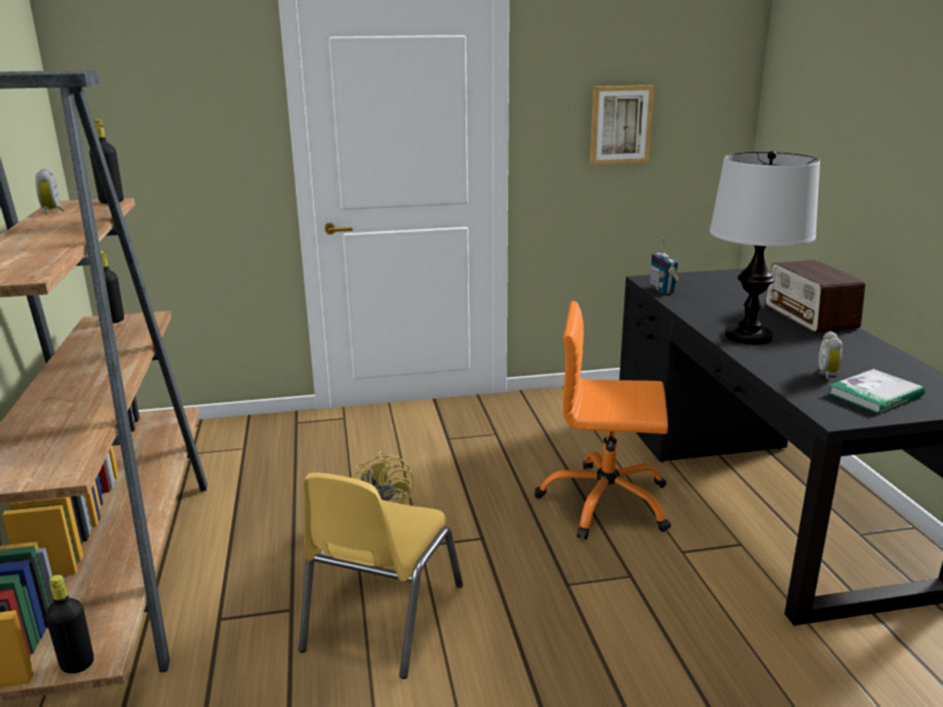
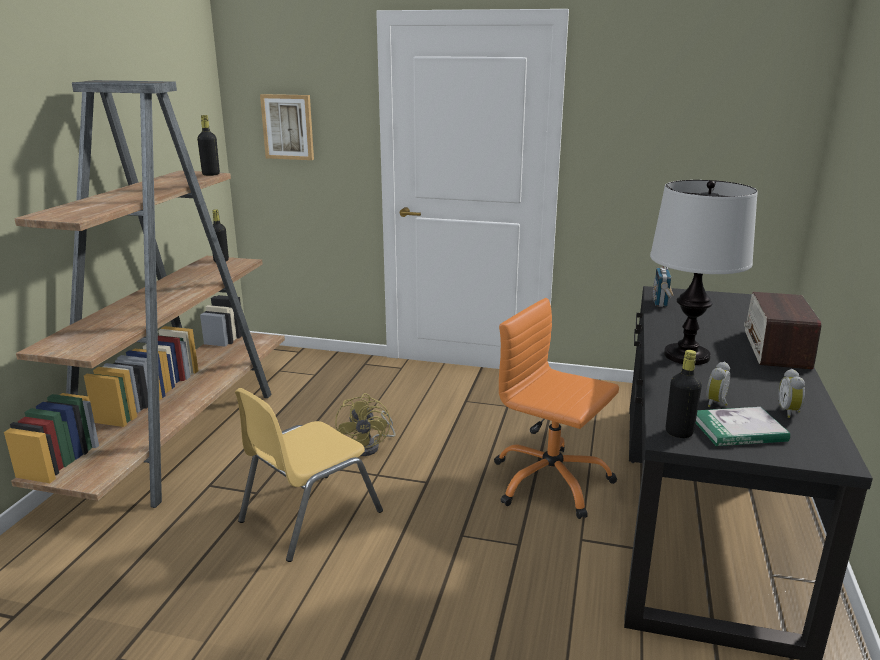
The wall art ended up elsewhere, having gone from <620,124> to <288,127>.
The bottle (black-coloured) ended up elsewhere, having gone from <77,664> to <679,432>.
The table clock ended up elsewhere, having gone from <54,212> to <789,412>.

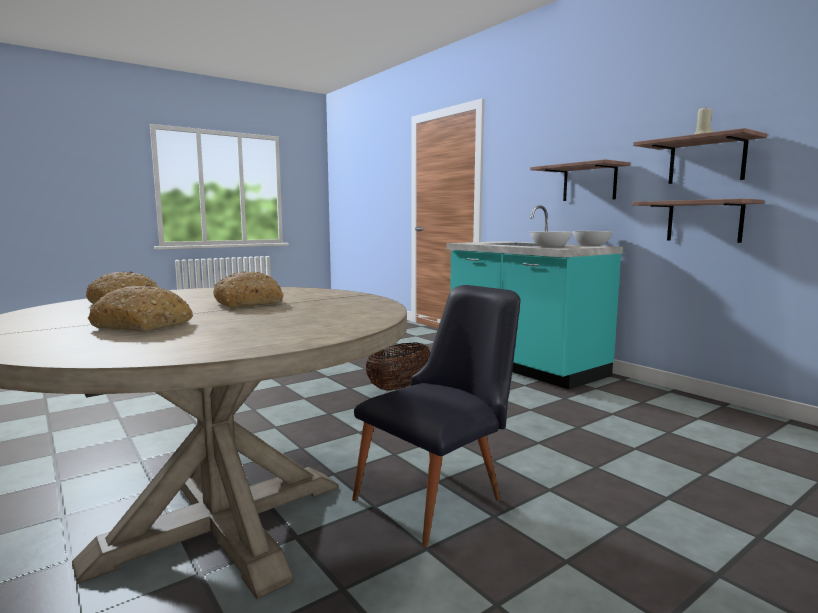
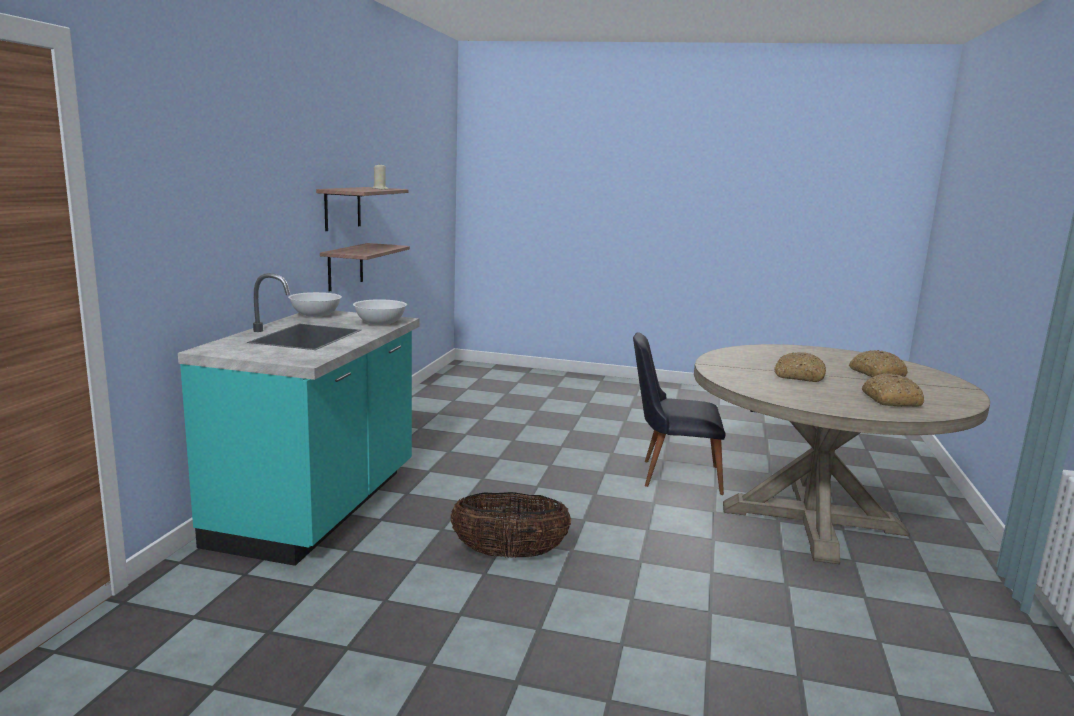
The second view lost the wall shelf at <589,183>.

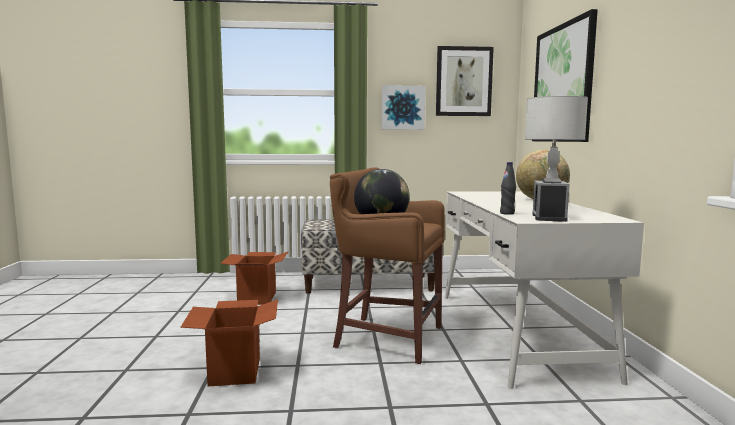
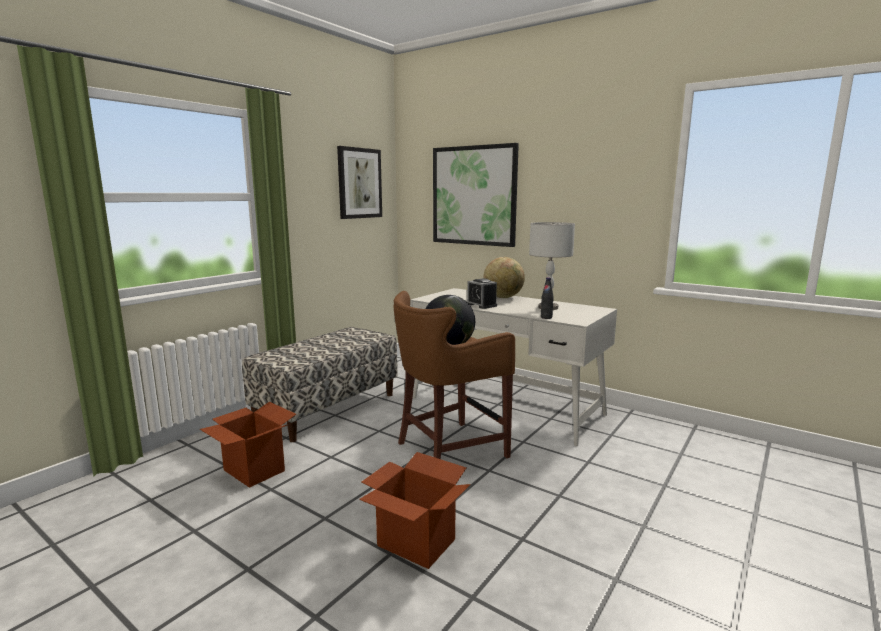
The table clock ended up elsewhere, having gone from <549,217> to <481,305>.
The second view lost the wall art at <402,108>.

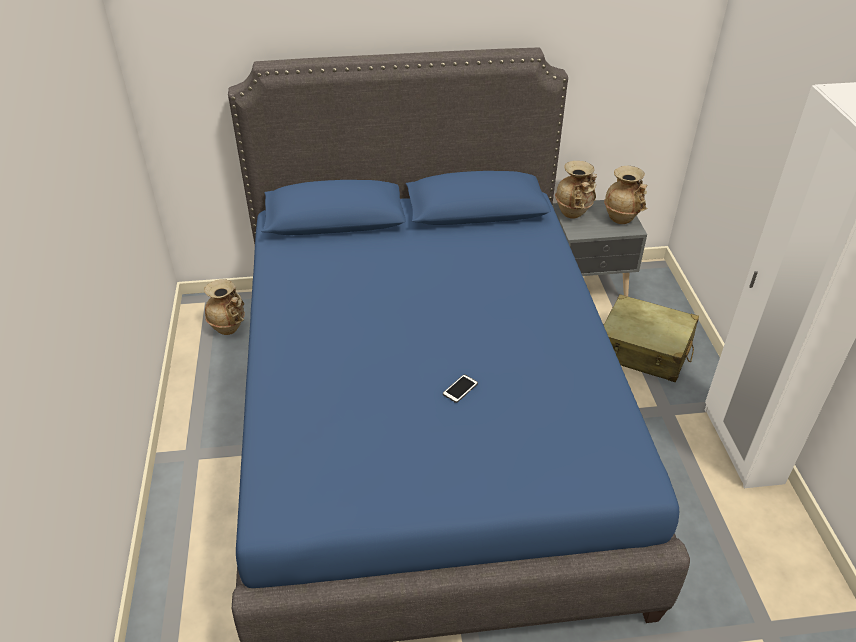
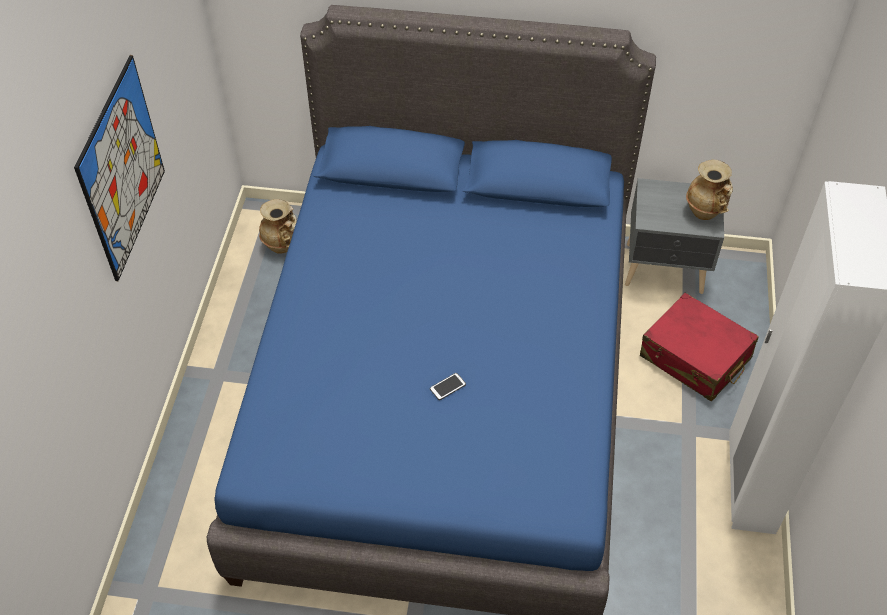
The second view gained the wall art at <122,169>.
What was the travel case (beige-coloured) at <644,350> turned into the travel case (reddish) at <695,357>.
The second view lost the decorative vase (beige-coloured) at <574,213>.

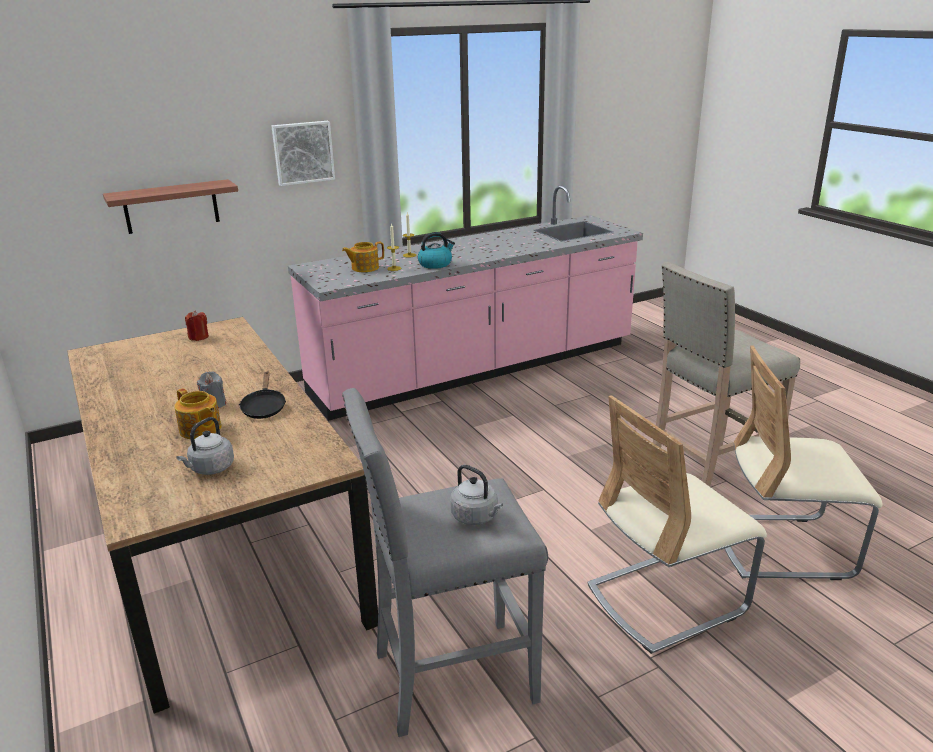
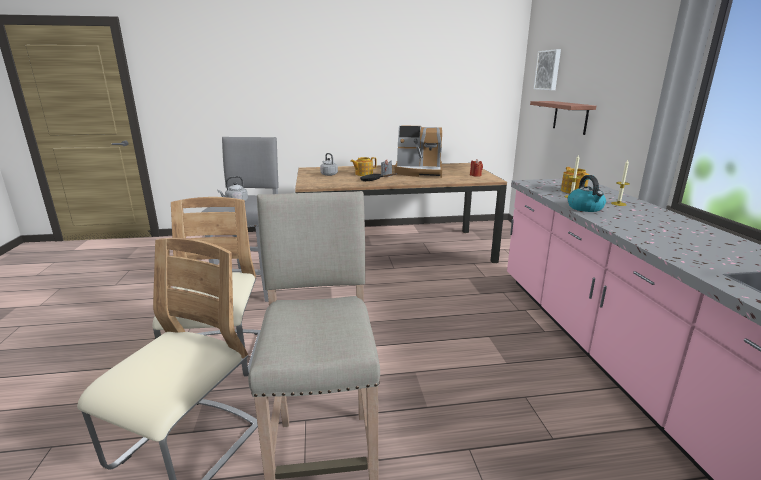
The second view gained the coffee maker at <419,172>.
The wall art ended up elsewhere, having gone from <303,152> to <548,70>.

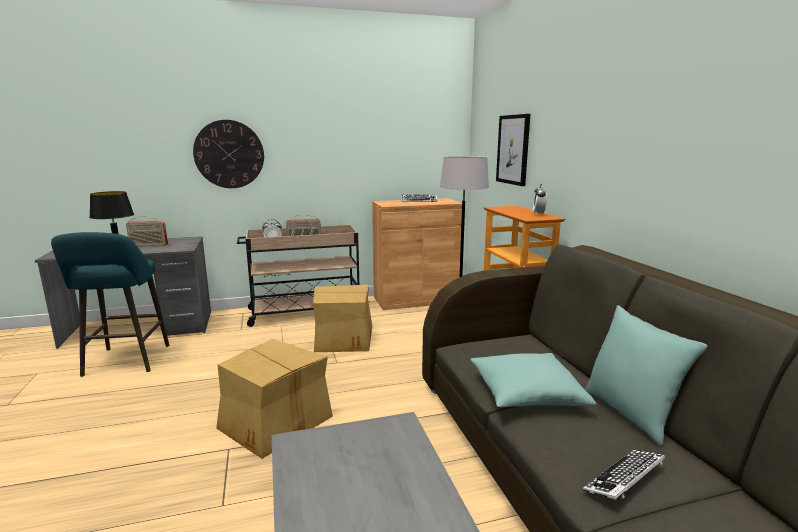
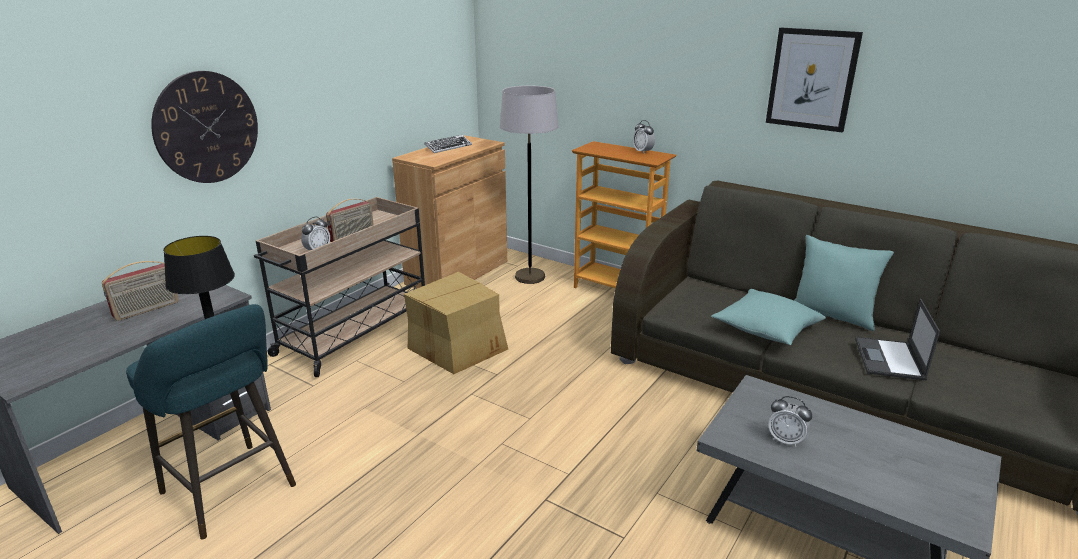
The wall art ended up elsewhere, having gone from <513,149> to <812,79>.
The second view gained the table clock at <785,440>.
Where the computer keyboard stood at <624,479>, the notebook computer came to stand at <889,359>.
The second view lost the cardboard box at <274,422>.

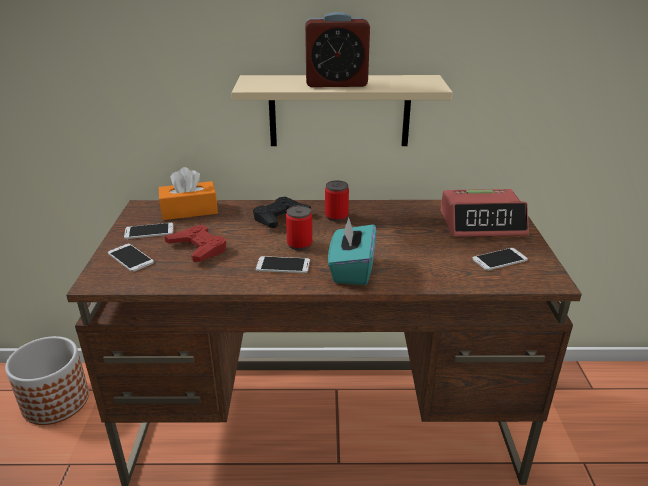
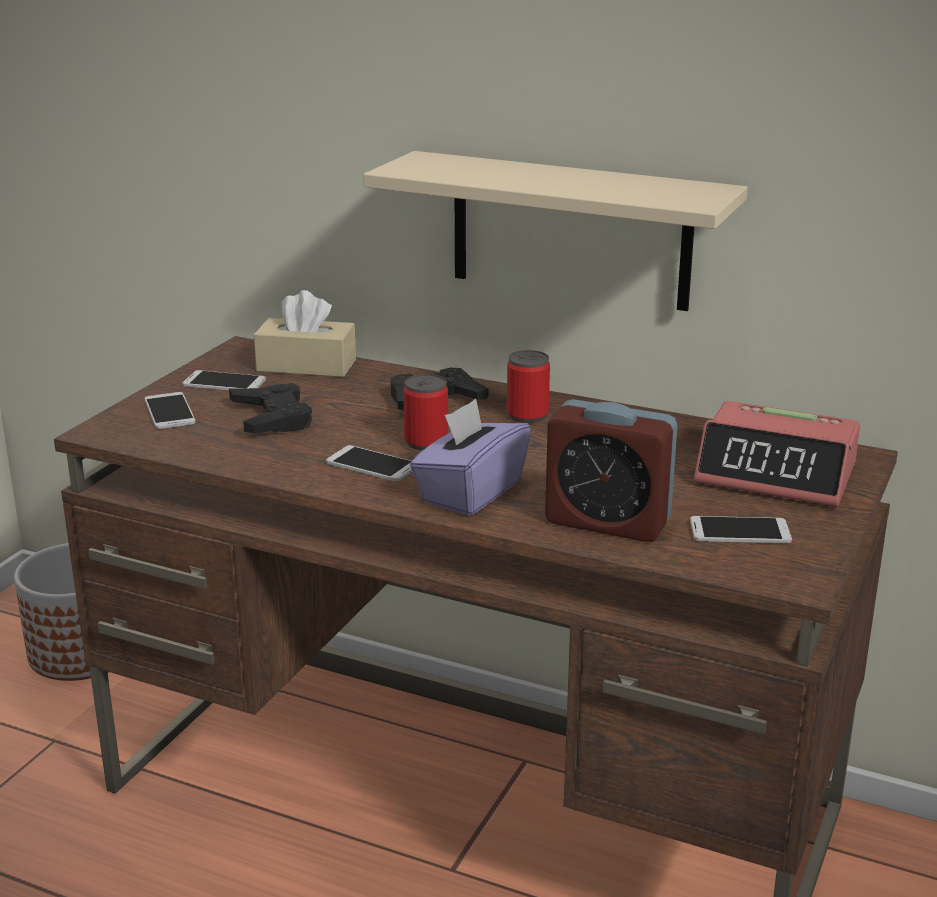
What was the game controller (reddish) at <198,248> turned into the game controller (black-coloured) at <272,418>.
What was the tissue holder (orange) at <189,210> turned into the tissue holder (beige-coloured) at <306,365>.
What was the tissue holder (blue-green) at <351,270> turned into the tissue holder (purple) at <470,492>.
The table clock ended up elsewhere, having gone from <336,83> to <607,522>.

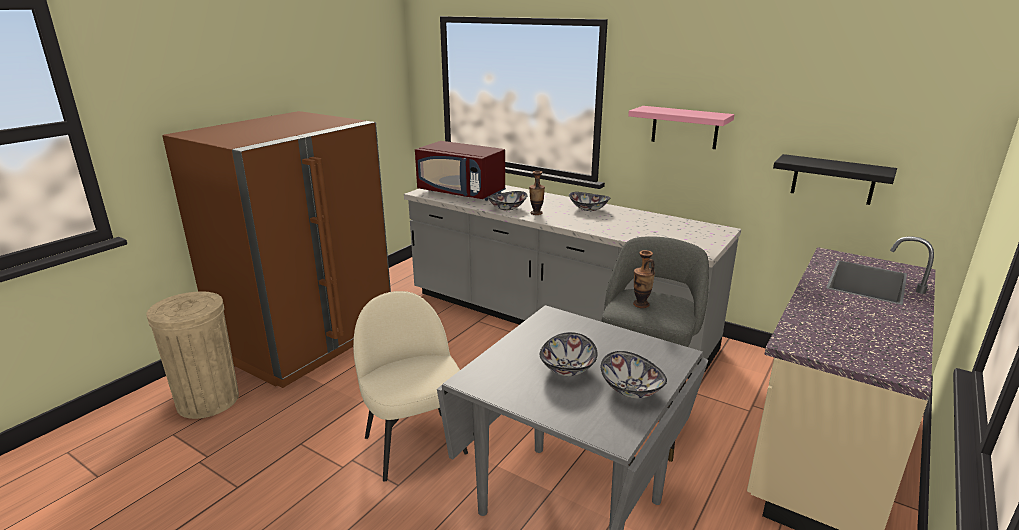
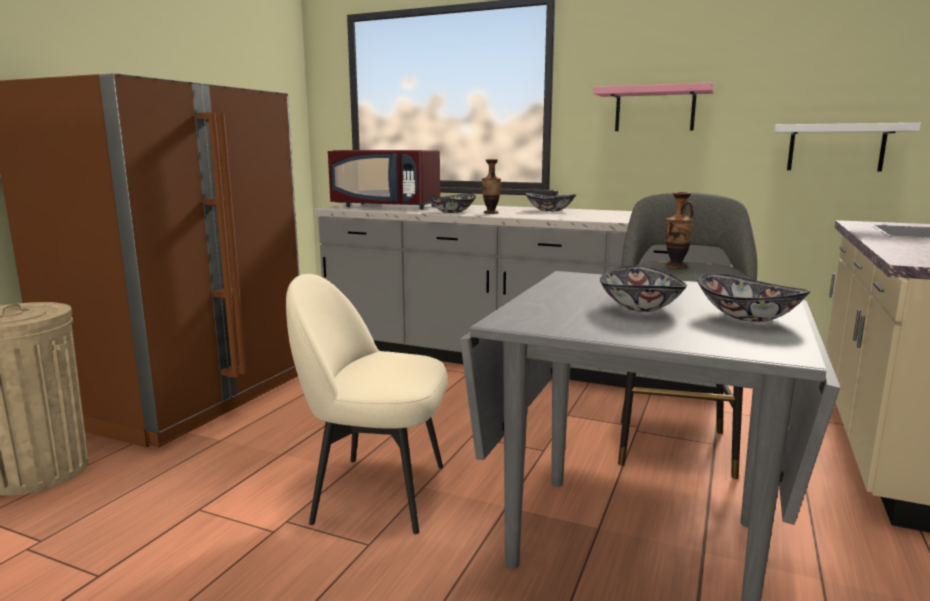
The chair (beige-coloured) at <414,443> ended up facing another way, 45 degrees counterclockwise from before.
What was the wall shelf (black-coloured) at <833,179> turned into the wall shelf (whitish) at <836,148>.

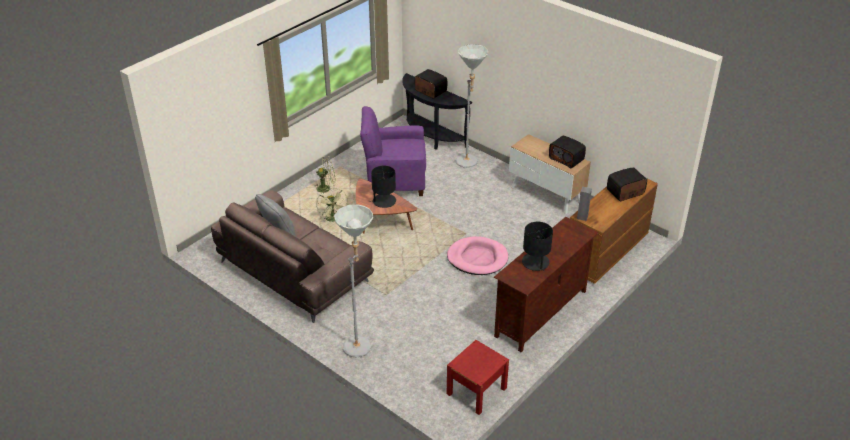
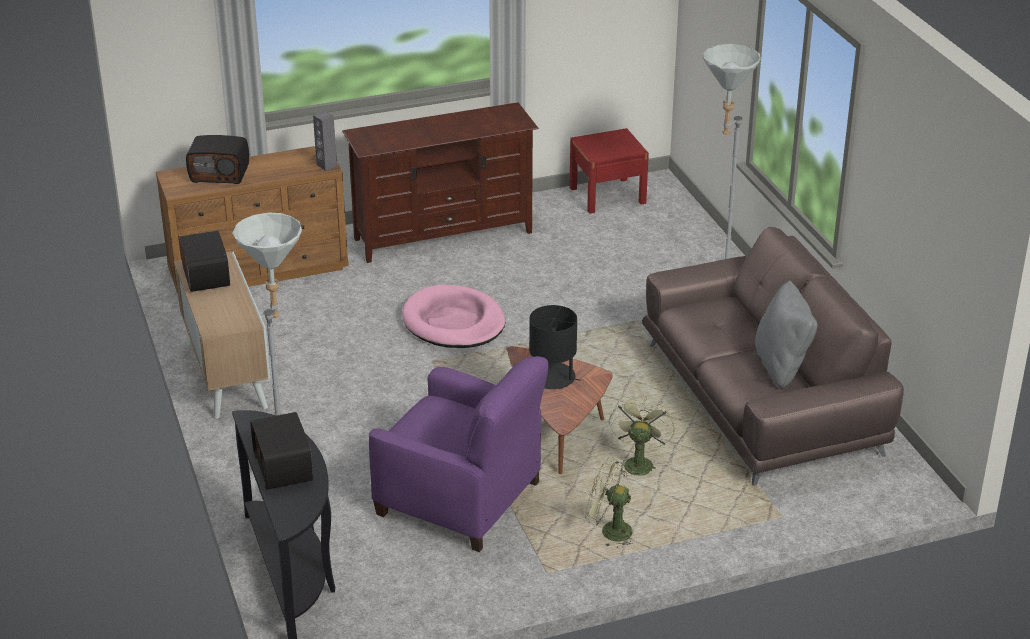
The second view lost the tabletop lamp (black-coloured) at <535,262>.

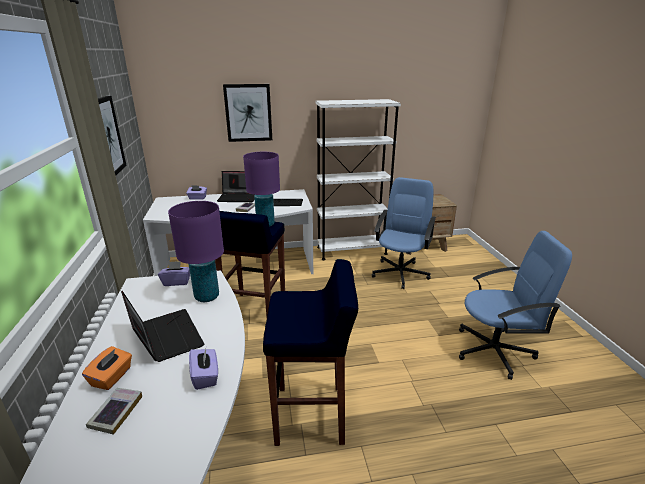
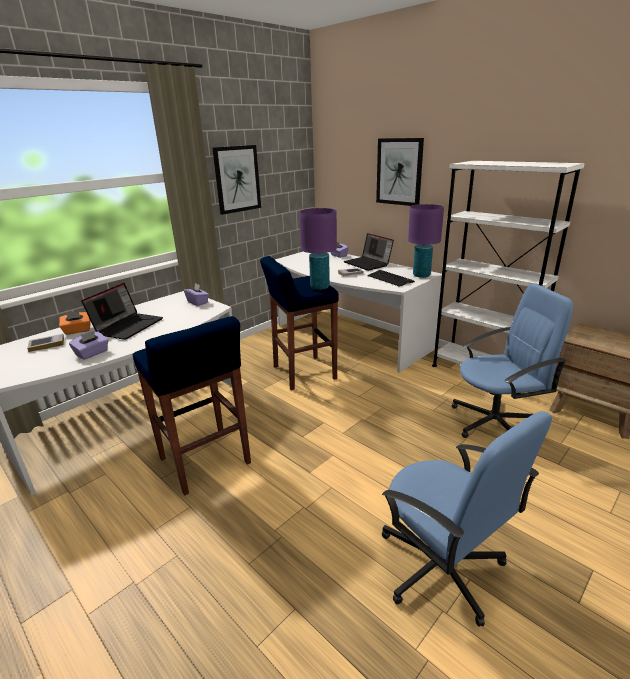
The tabletop lamp (purple) ended up elsewhere, having gone from <207,296> to <421,275>.

